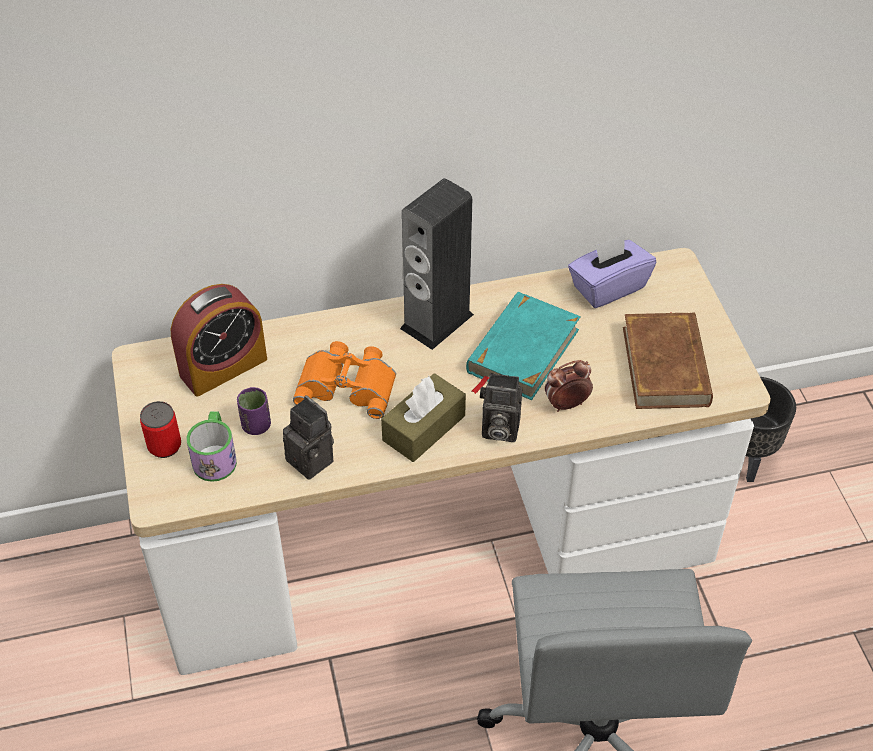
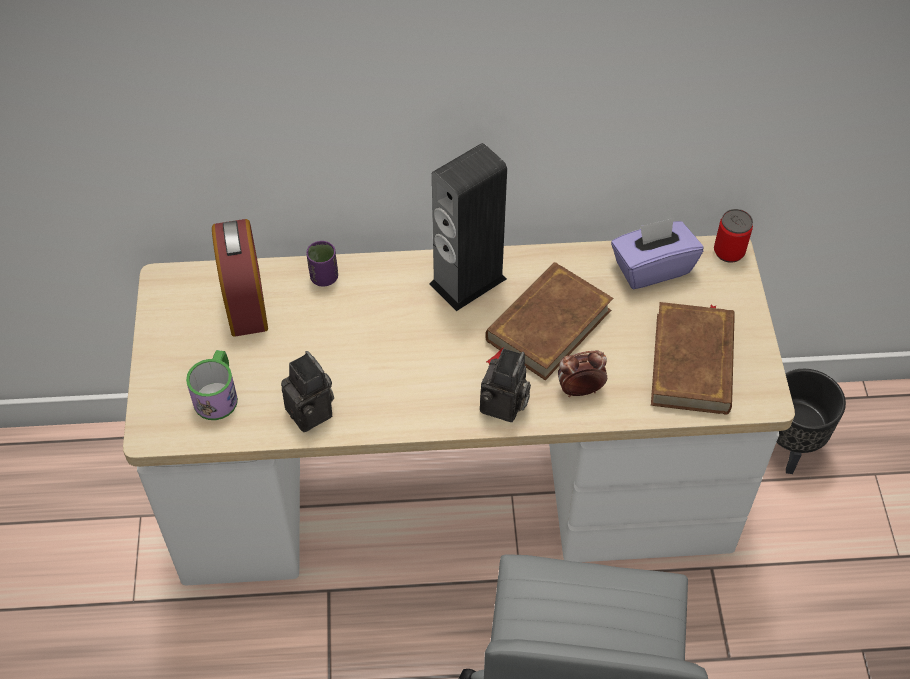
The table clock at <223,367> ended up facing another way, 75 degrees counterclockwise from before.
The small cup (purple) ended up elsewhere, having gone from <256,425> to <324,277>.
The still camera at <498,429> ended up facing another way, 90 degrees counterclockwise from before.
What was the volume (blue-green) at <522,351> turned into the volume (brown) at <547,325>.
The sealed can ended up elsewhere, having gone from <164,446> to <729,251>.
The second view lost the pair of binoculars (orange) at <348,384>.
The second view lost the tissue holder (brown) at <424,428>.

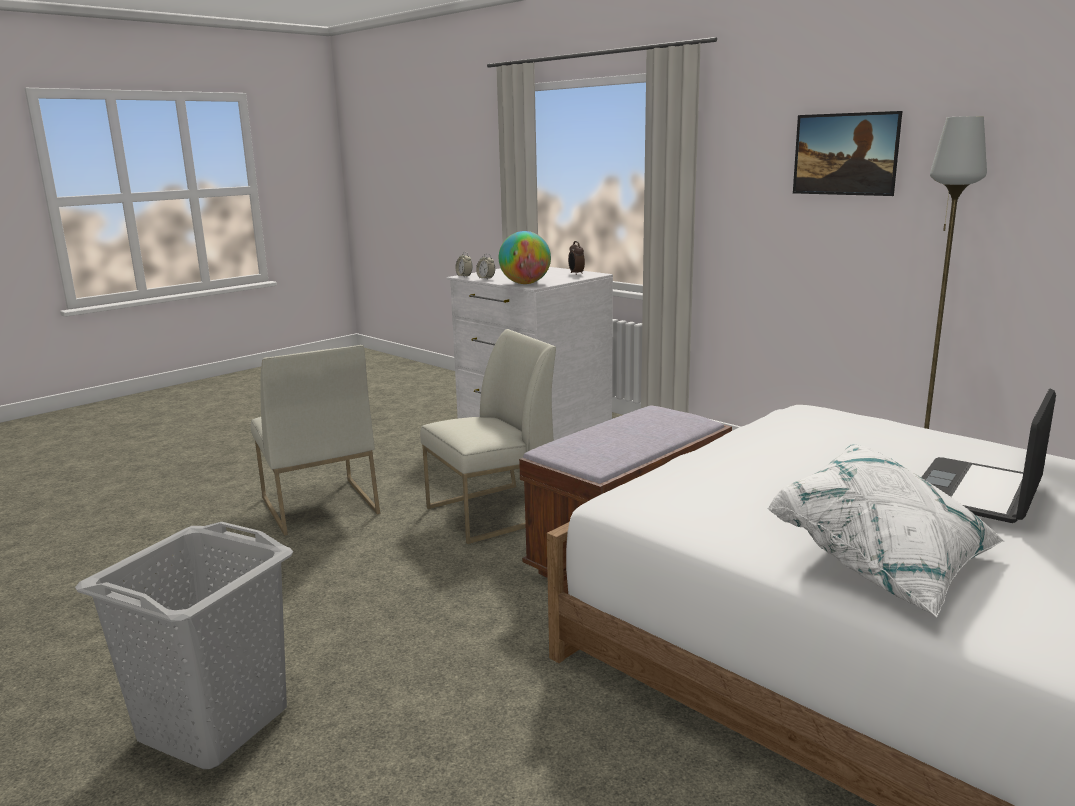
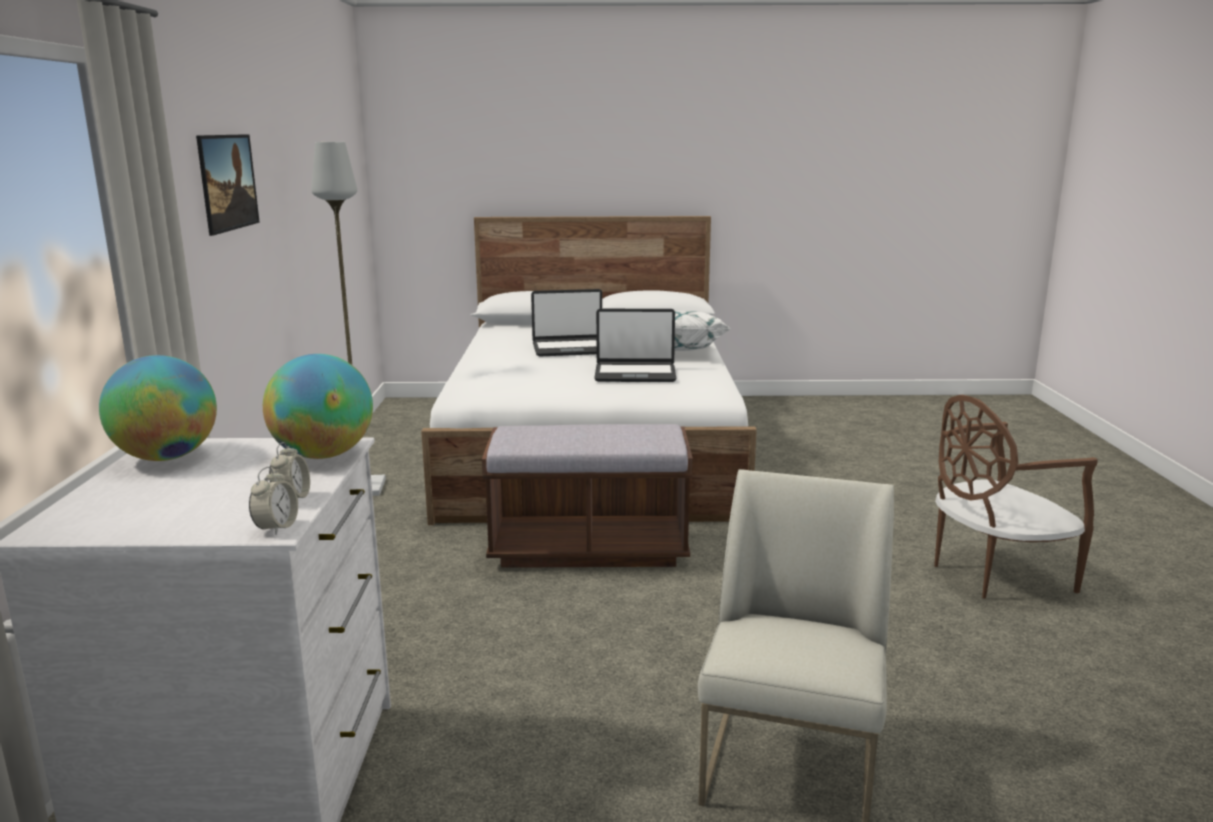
Where the table clock stood at <576,274>, the desk globe came to stand at <167,457>.
The second view gained the notebook computer at <635,374>.
Where the washing basket (greyish) stood at <215,724>, the chair (brown) came to stand at <994,574>.
The second view lost the chair (whitish) at <492,513>.

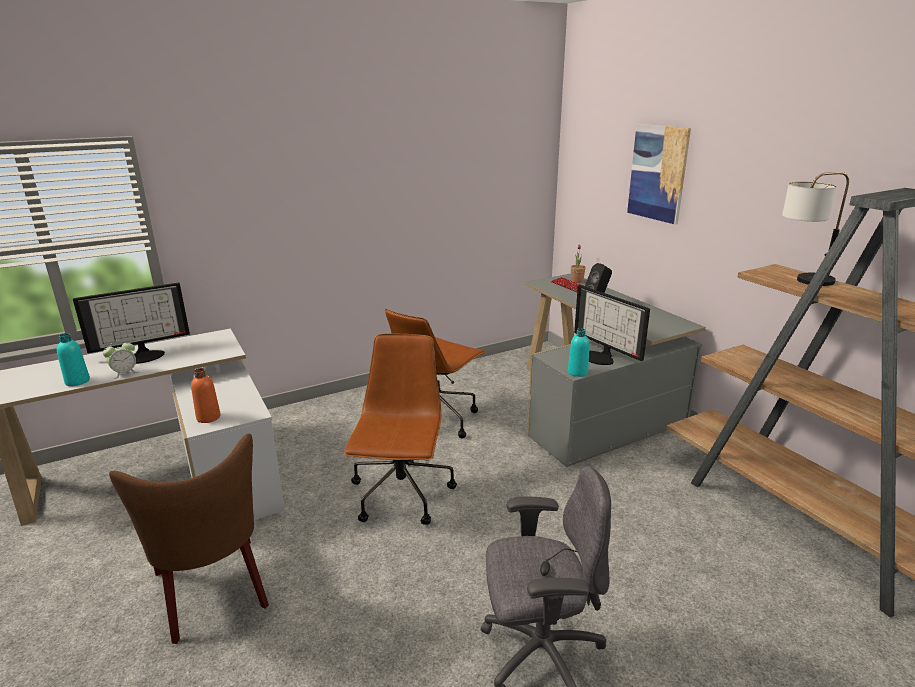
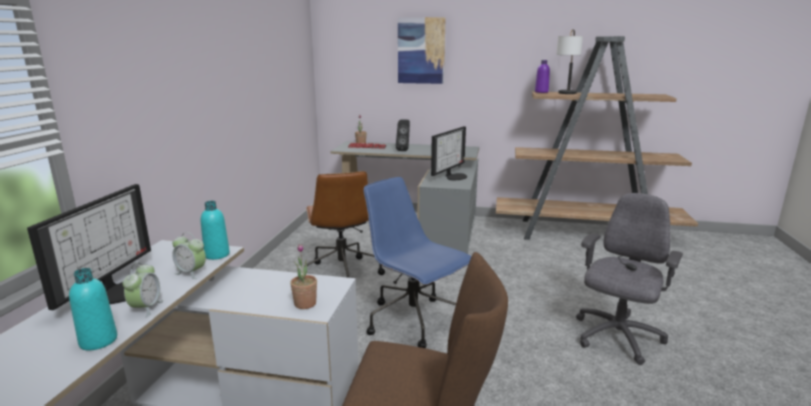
The second view gained the table clock at <191,273>.
The bottle (blue-green) ended up elsewhere, having gone from <577,372> to <217,255>.
Where the bottle (orange) stood at <208,417>, the potted plant came to stand at <305,304>.
What was the desk chair (brown) at <402,496> turned into the desk chair (bluish) at <414,322>.
The monitor at <600,357> ended up facing another way, 60 degrees counterclockwise from before.
The second view gained the bottle (purple) at <541,92>.

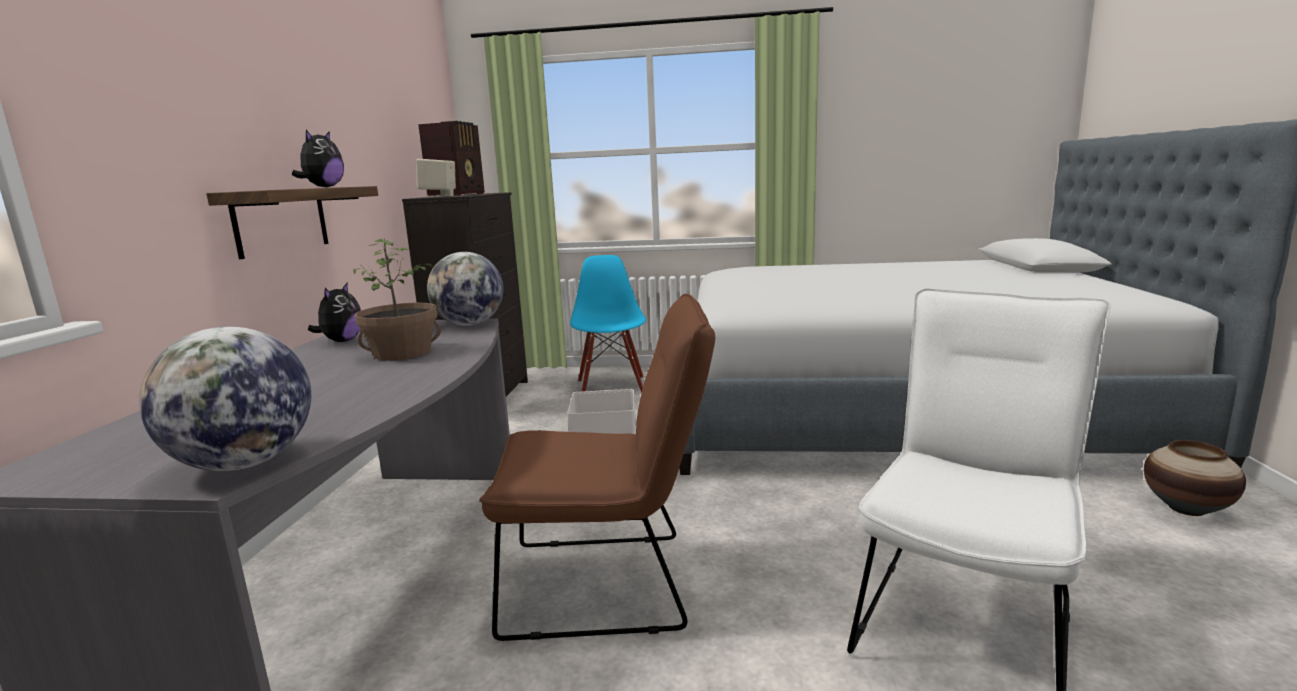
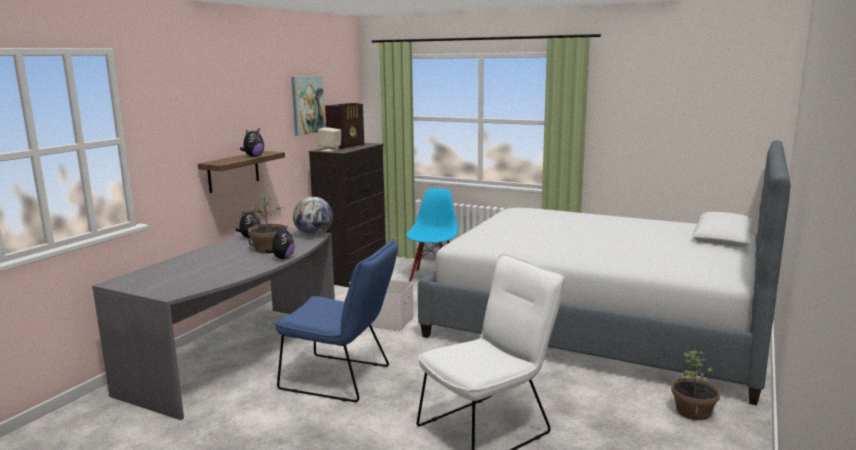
The second view gained the cuddly toy at <282,258>.
What was the chair (brown) at <611,584> turned into the chair (bluish) at <342,379>.
The second view gained the wall art at <307,104>.
Where the decorative vase stood at <1187,509>, the potted plant came to stand at <693,411>.
The second view lost the desk globe at <245,464>.

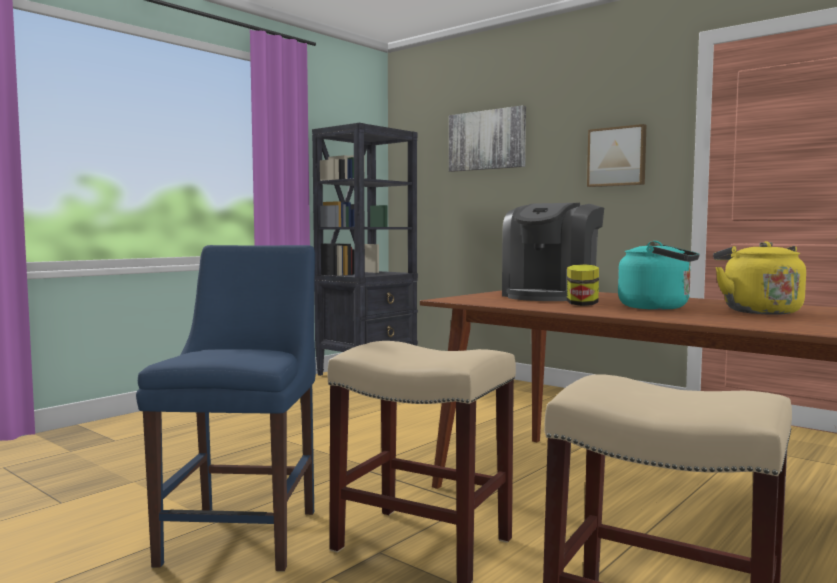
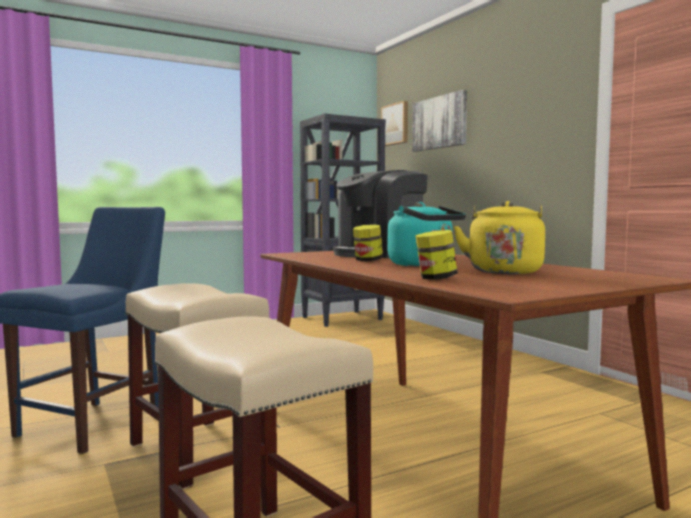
The wall art ended up elsewhere, having gone from <617,156> to <396,124>.
The second view gained the jar at <436,278>.

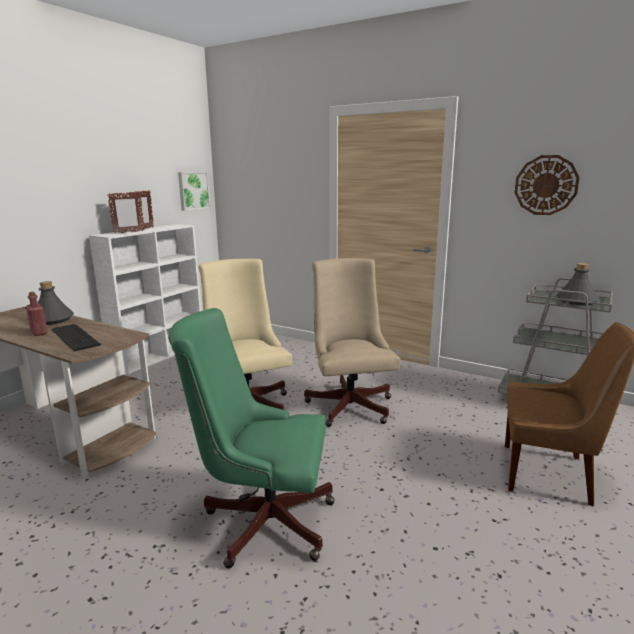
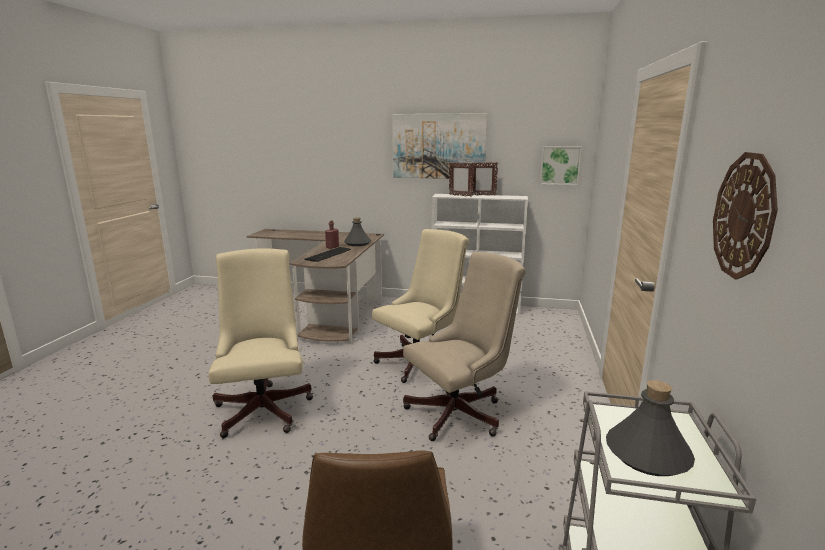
What was the desk chair (green) at <261,519> turned into the desk chair (beige-coloured) at <265,406>.
The second view gained the wall art at <438,146>.

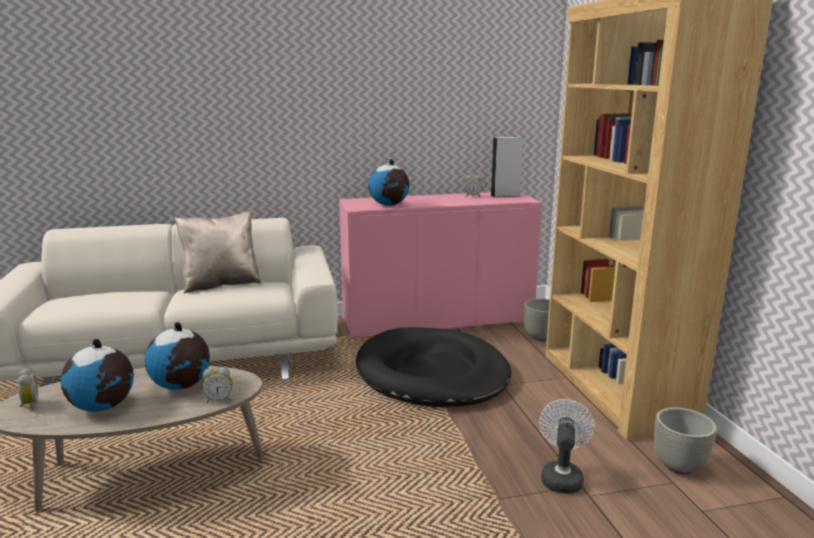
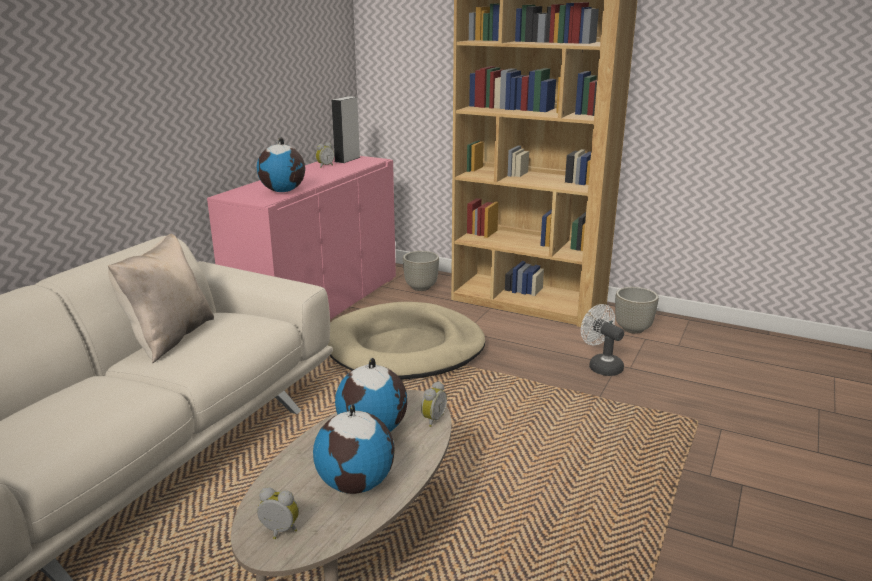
What was the dog cushion (black-coloured) at <432,373> turned into the dog cushion (beige-coloured) at <404,347>.

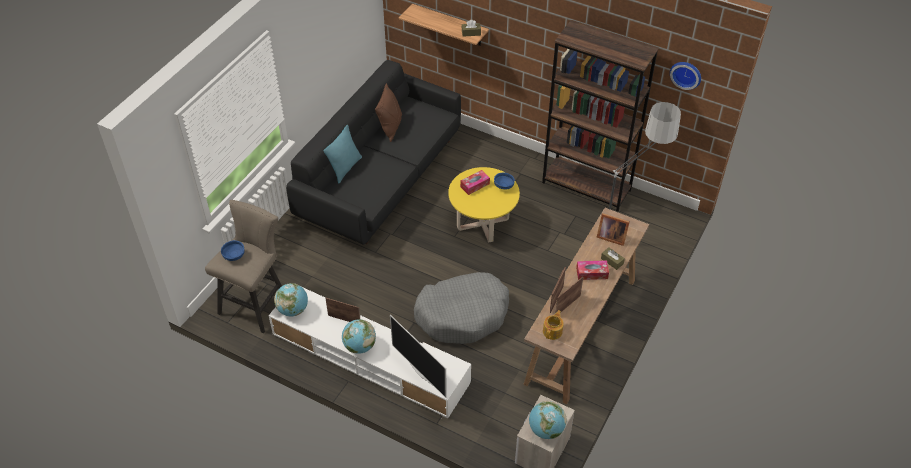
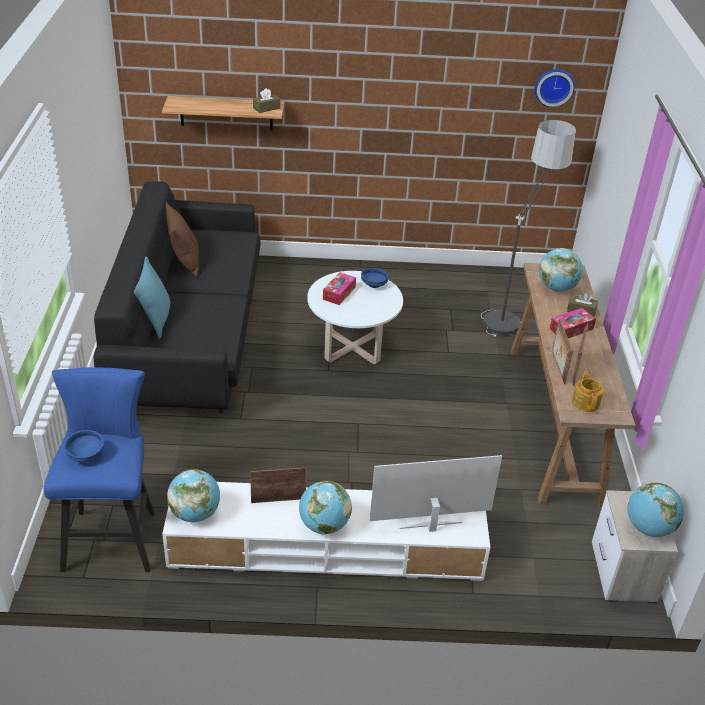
What was the stool (beige-coloured) at <256,303> turned into the stool (bluish) at <112,535>.
What was the low table (yellow) at <483,224> turned into the low table (whitish) at <352,347>.
The TV set at <421,372> ended up facing another way, 150 degrees clockwise from before.
Where the photo frame stood at <610,236>, the desk globe came to stand at <556,288>.
The second view lost the dog cushion (greyish) at <462,314>.
The second view lost the shelving unit (brown) at <586,186>.

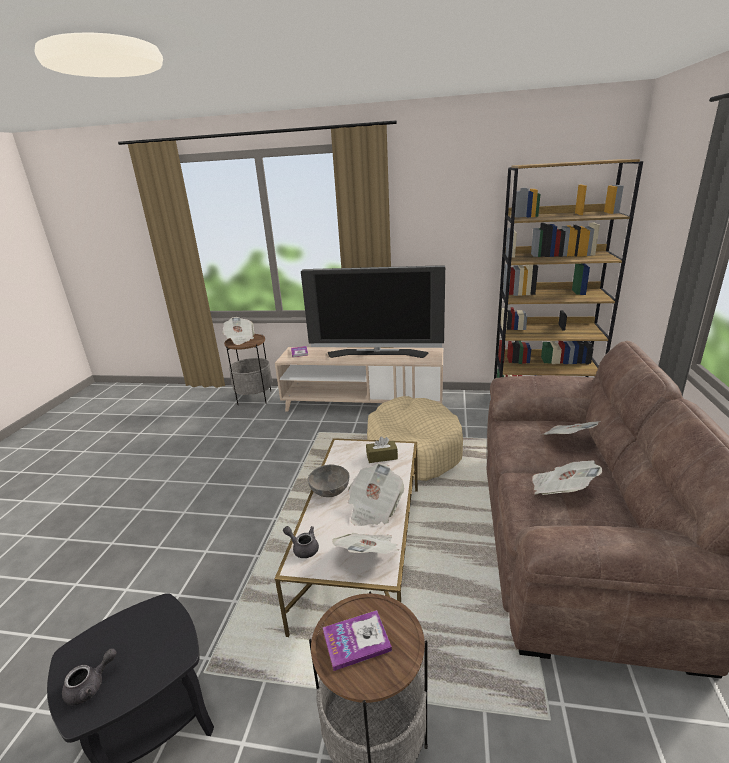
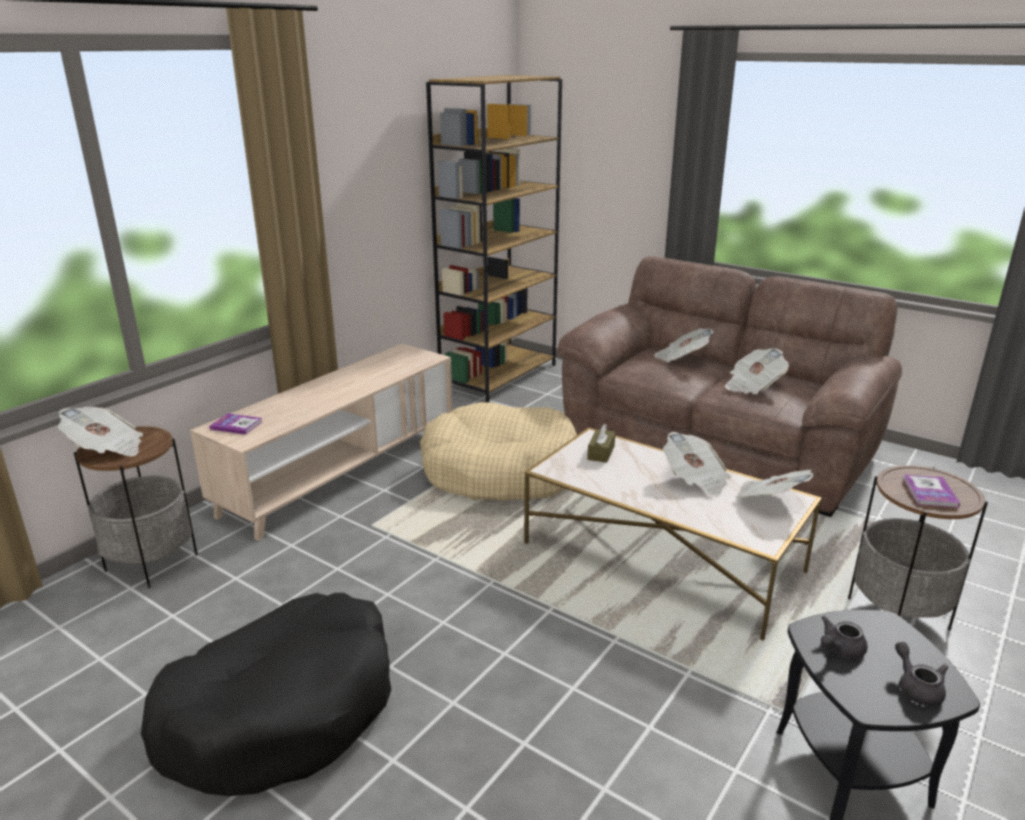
The second view gained the dog cushion (black-coloured) at <282,710>.
The teapot (greyish) ended up elsewhere, having gone from <303,548> to <839,649>.
The second view lost the TV set at <377,354>.
The second view lost the bowl (greyish) at <329,490>.

